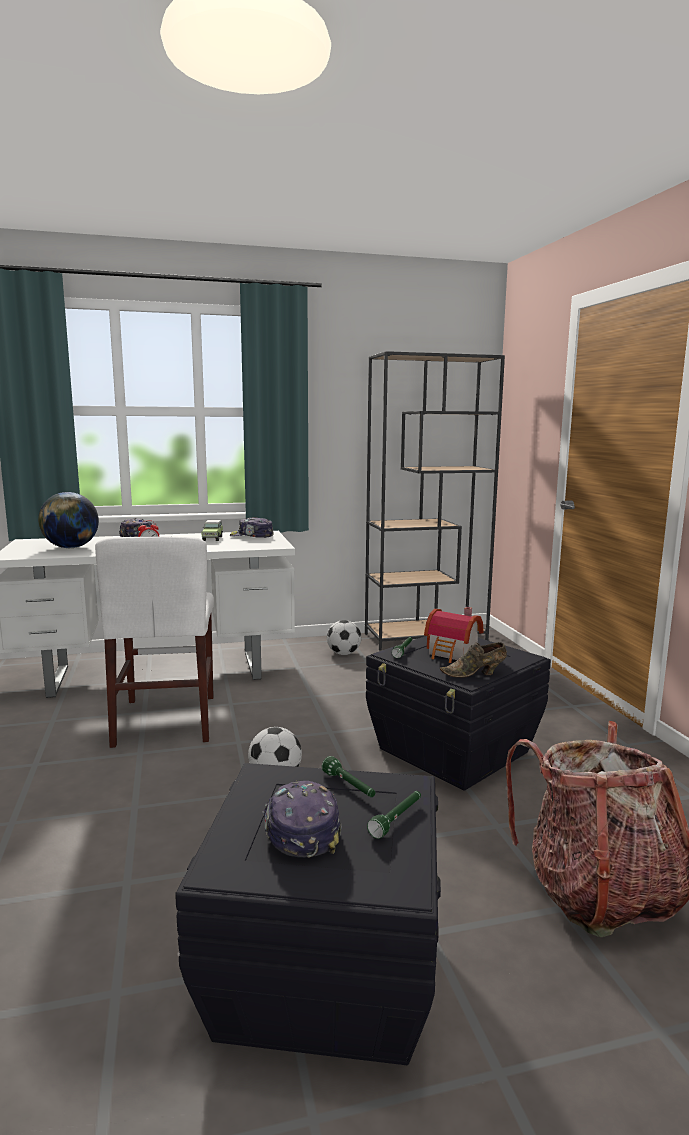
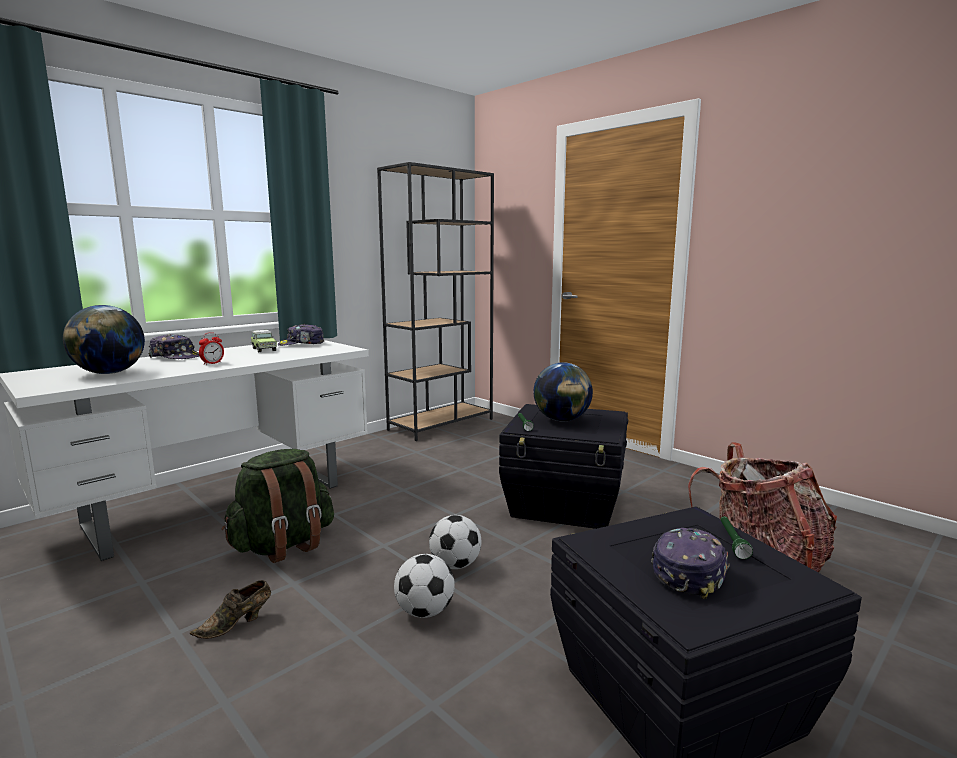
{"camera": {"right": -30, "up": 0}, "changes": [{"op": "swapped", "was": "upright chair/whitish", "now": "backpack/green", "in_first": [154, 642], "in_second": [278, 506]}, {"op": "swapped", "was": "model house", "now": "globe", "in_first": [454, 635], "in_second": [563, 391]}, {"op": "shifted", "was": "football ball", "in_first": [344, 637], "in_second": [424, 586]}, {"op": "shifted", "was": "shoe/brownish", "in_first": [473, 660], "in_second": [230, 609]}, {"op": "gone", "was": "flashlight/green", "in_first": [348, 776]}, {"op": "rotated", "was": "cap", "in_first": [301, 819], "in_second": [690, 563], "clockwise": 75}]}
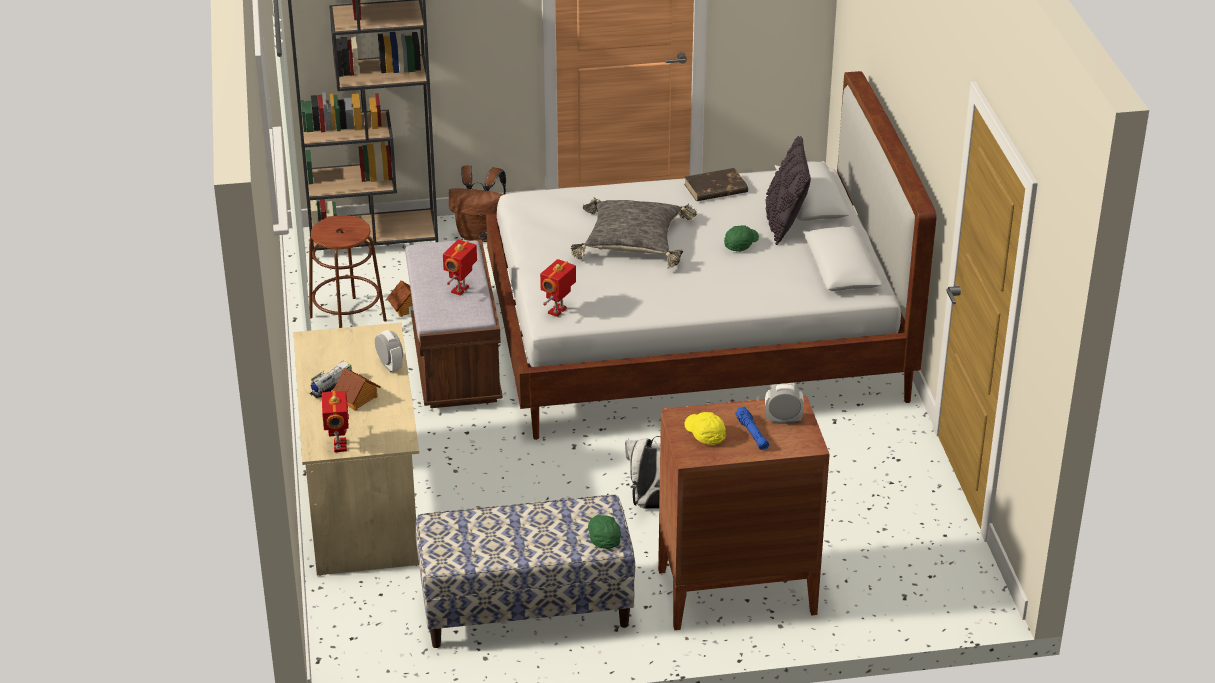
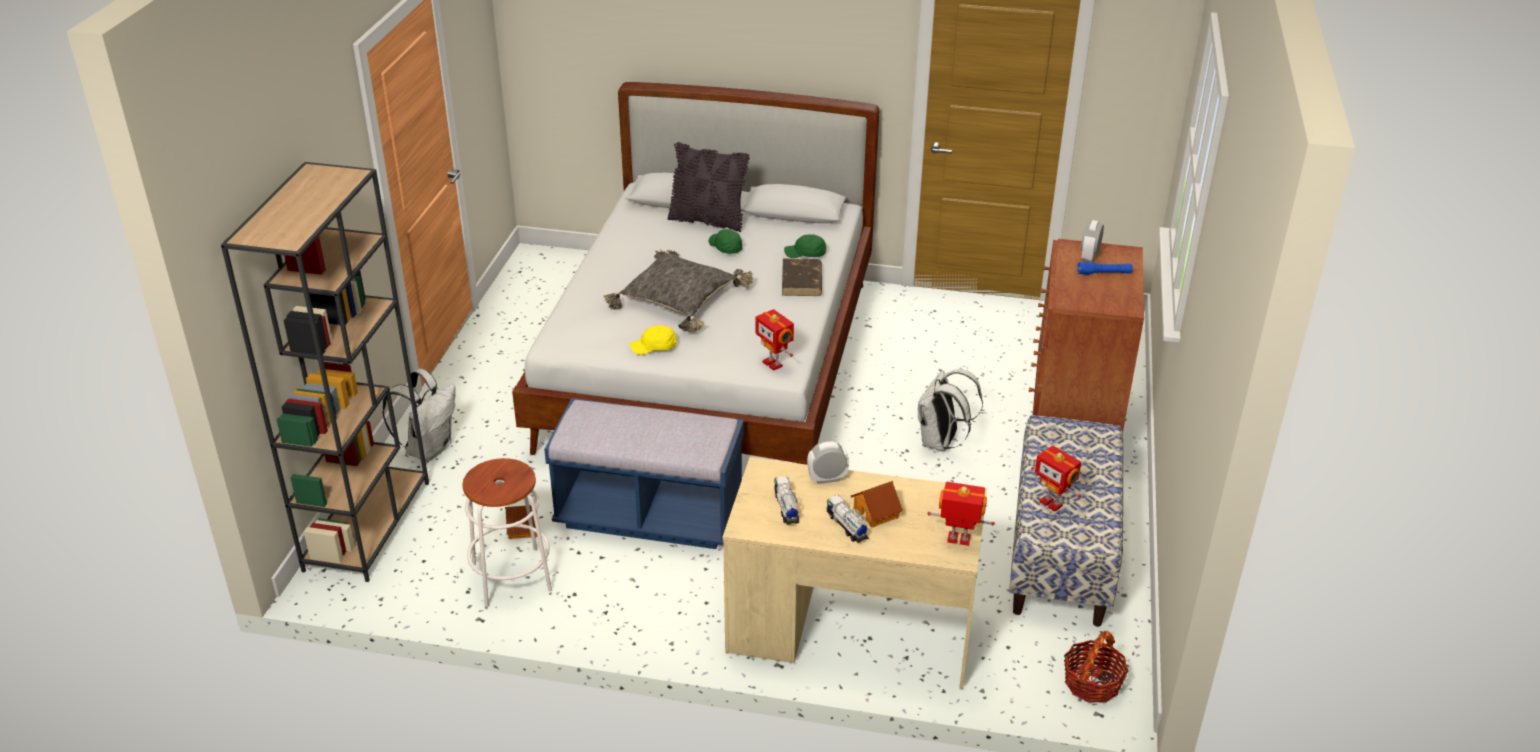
{"camera": {"right": -70, "up": 0}, "changes": [{"op": "repainted", "was": "backpack/brownish", "now": "backpack/whitish", "in_first": [477, 203], "in_second": [419, 415]}, {"op": "shifted", "was": "volume/brownish", "in_first": [716, 184], "in_second": [802, 277]}, {"op": "repainted", "was": "stool/brownish", "now": "stool/whitish", "in_first": [348, 271], "in_second": [507, 532]}, {"op": "repainted", "was": "bench/brownish", "now": "bench/blue-coloured", "in_first": [454, 323], "in_second": [644, 473]}, {"op": "shifted", "was": "robot figure", "in_first": [460, 267], "in_second": [1056, 479]}, {"op": "shifted", "was": "cap/yellow-coloured", "in_first": [705, 428], "in_second": [653, 340]}, {"op": "shifted", "was": "cap/green", "in_first": [604, 532], "in_second": [805, 246]}, {"op": "new", "now": "model truck", "in_second": [786, 500]}, {"op": "new", "now": "household basket", "in_second": [1096, 667]}]}
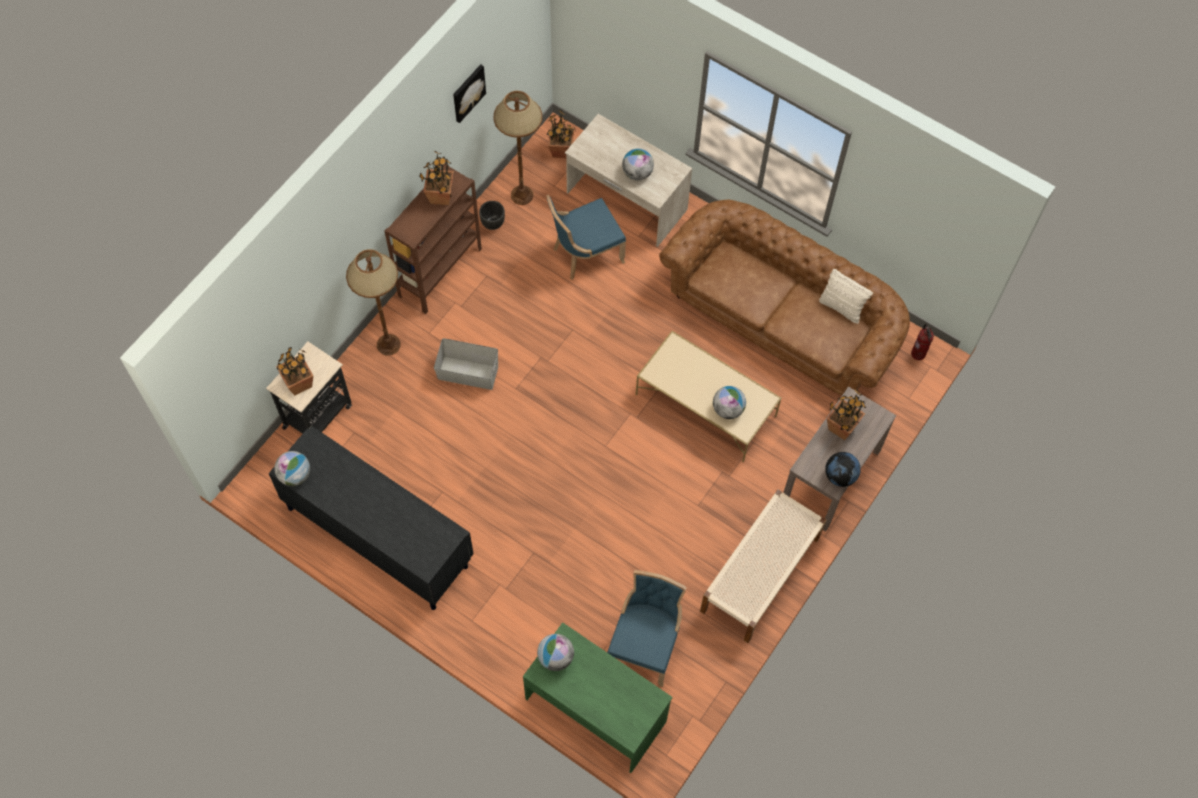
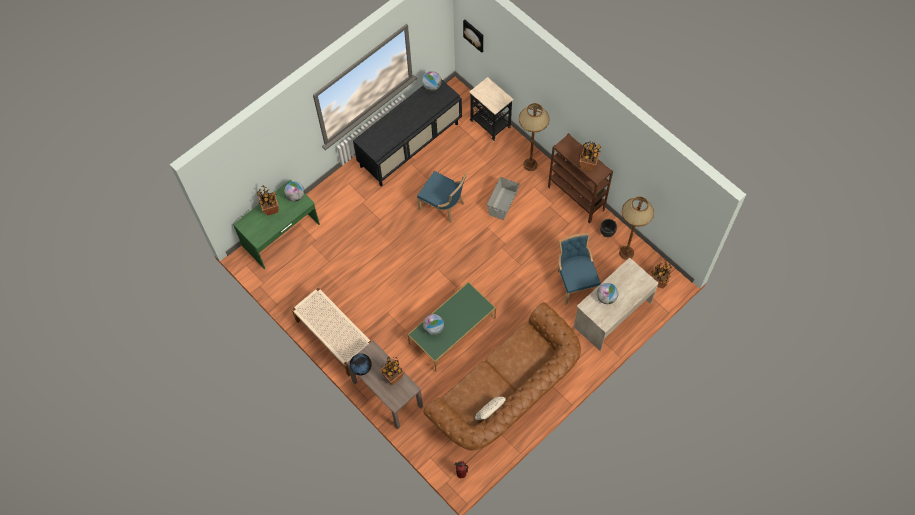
{"camera": {"right": 105, "up": 0}, "changes": [{"op": "shifted", "was": "wall art", "in_first": [469, 93], "in_second": [473, 36]}, {"op": "repainted", "was": "low table/sand-coloured", "now": "low table/green", "in_first": [709, 396], "in_second": [451, 326]}, {"op": "shifted", "was": "plant in a pot", "in_first": [294, 371], "in_second": [268, 201]}, {"op": "shifted", "was": "upright chair/blue-coloured", "in_first": [647, 628], "in_second": [442, 197]}]}
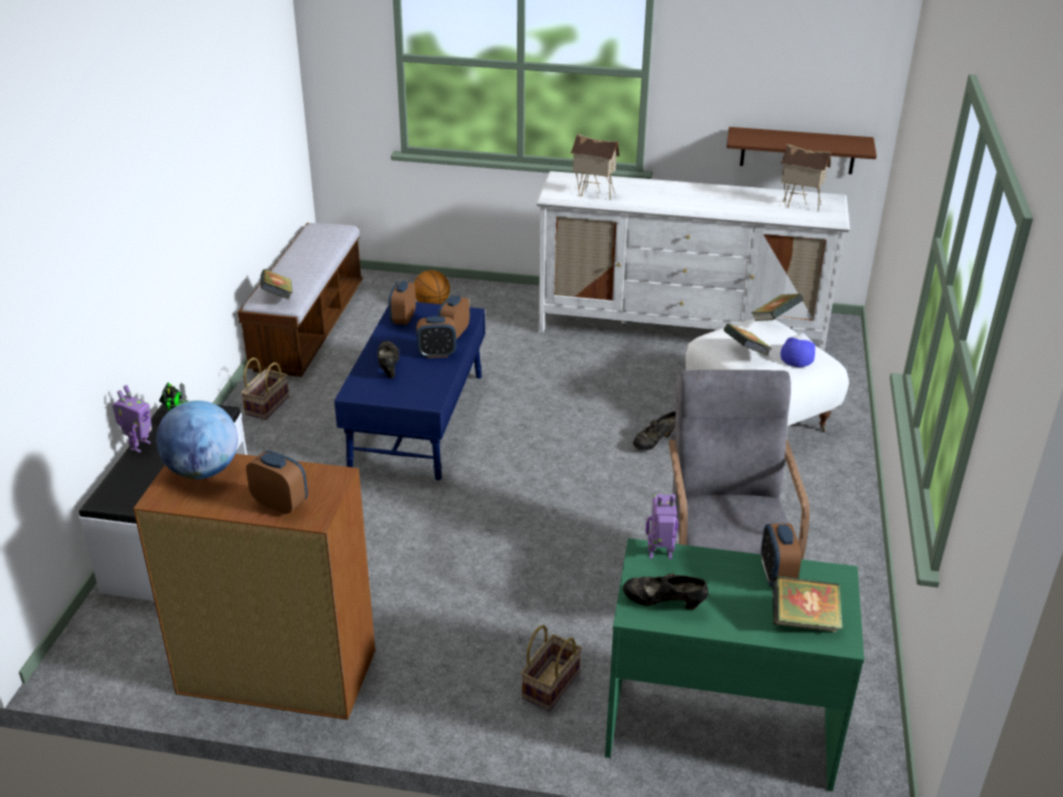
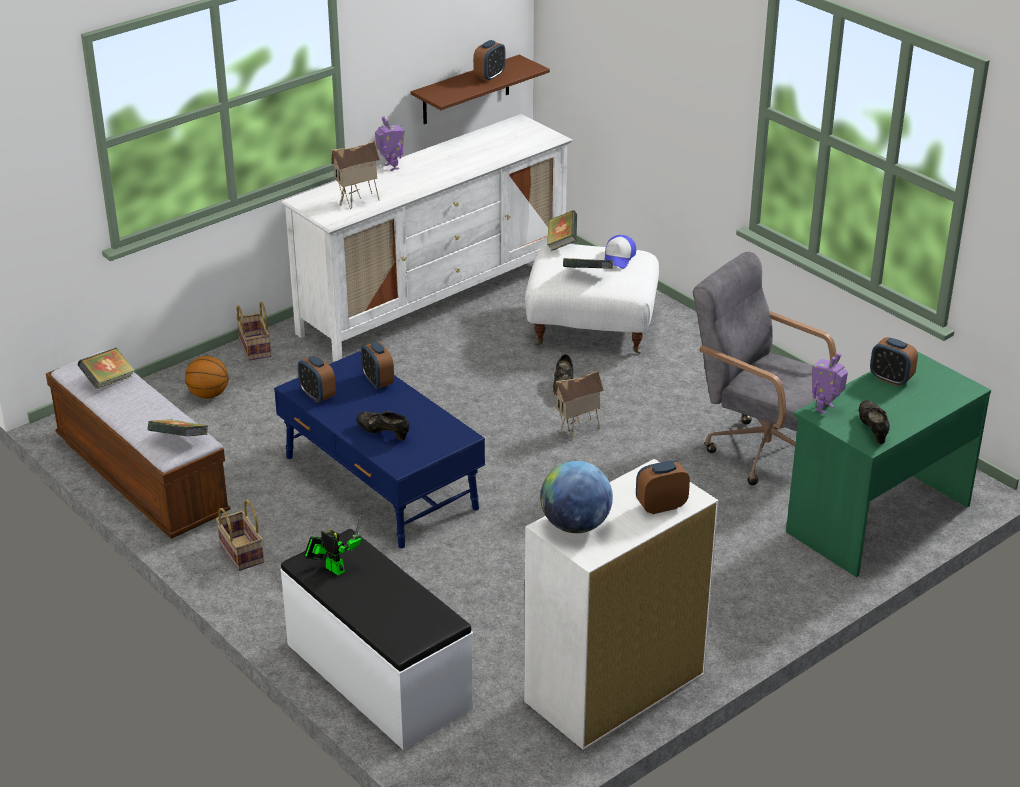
{"camera": {"right": -50, "up": 0}, "changes": [{"op": "shifted", "was": "model house", "in_first": [806, 178], "in_second": [579, 404]}, {"op": "shifted", "was": "alarm clock", "in_first": [436, 337], "in_second": [489, 61]}, {"op": "rotated", "was": "cap", "in_first": [798, 350], "in_second": [620, 252], "clockwise": -135}, {"op": "shifted", "was": "robot figure", "in_first": [132, 419], "in_second": [389, 143]}, {"op": "repainted", "was": "cabinet/brownish", "now": "cabinet/whitish", "in_first": [254, 587], "in_second": [621, 604]}, {"op": "rotated", "was": "shoe/black", "in_first": [666, 591], "in_second": [874, 422], "clockwise": 120}, {"op": "shifted", "was": "volume", "in_first": [807, 604], "in_second": [106, 368]}, {"op": "shifted", "was": "household basket", "in_first": [551, 668], "in_second": [253, 331]}]}
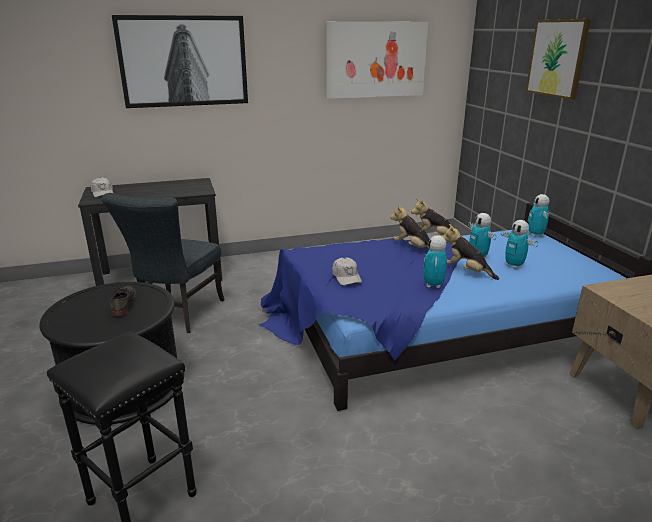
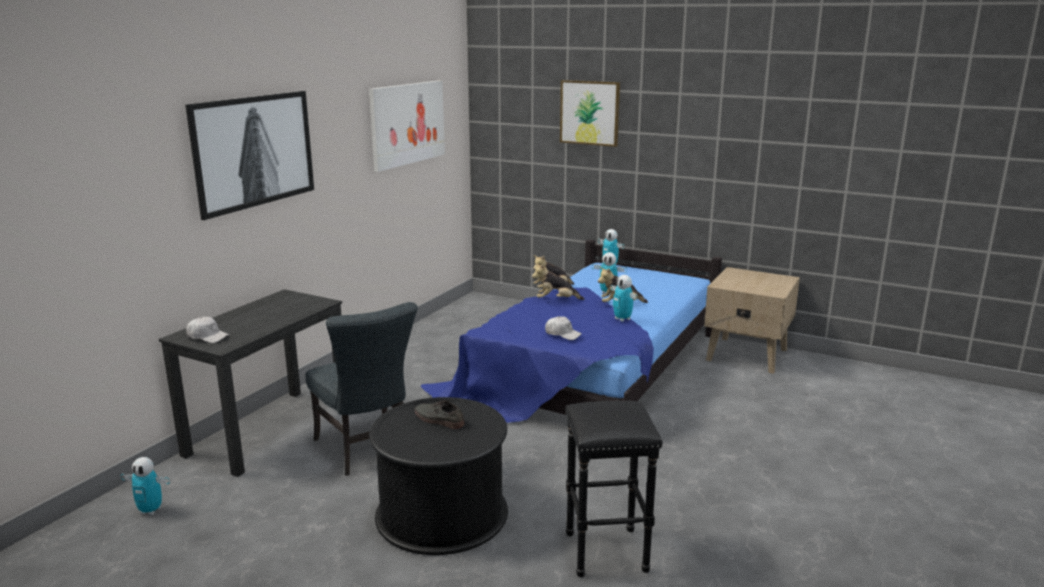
{"camera": {"right": -45, "up": -5}, "changes": [{"op": "shifted", "was": "robot figure", "in_first": [519, 244], "in_second": [145, 486]}]}
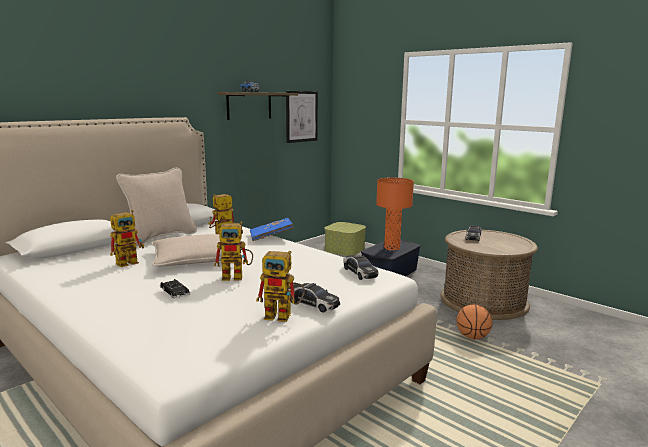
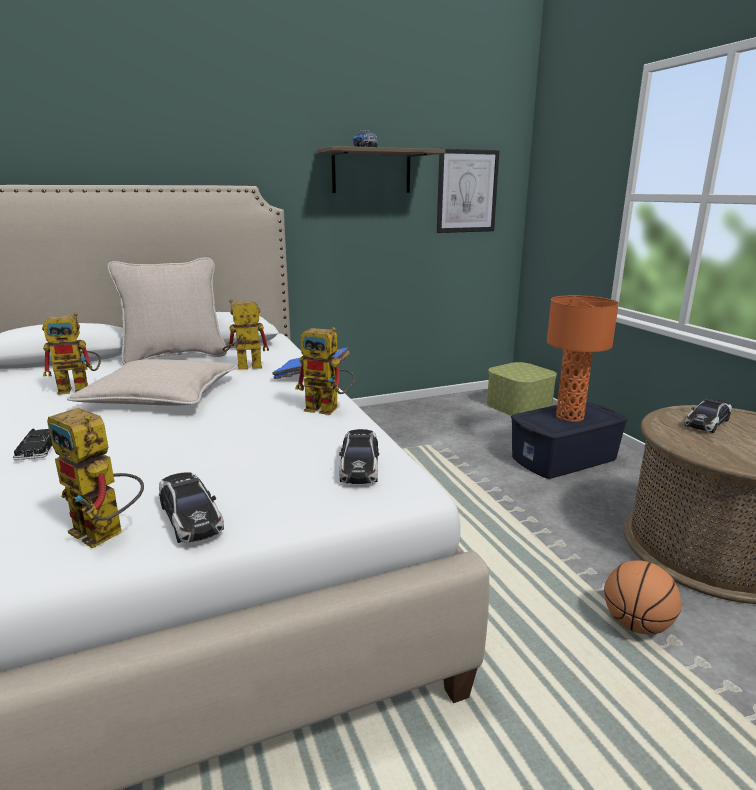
{"camera": {"right": 25, "up": 5}, "changes": [{"op": "shifted", "was": "robot figure", "in_first": [233, 251], "in_second": [325, 371]}]}
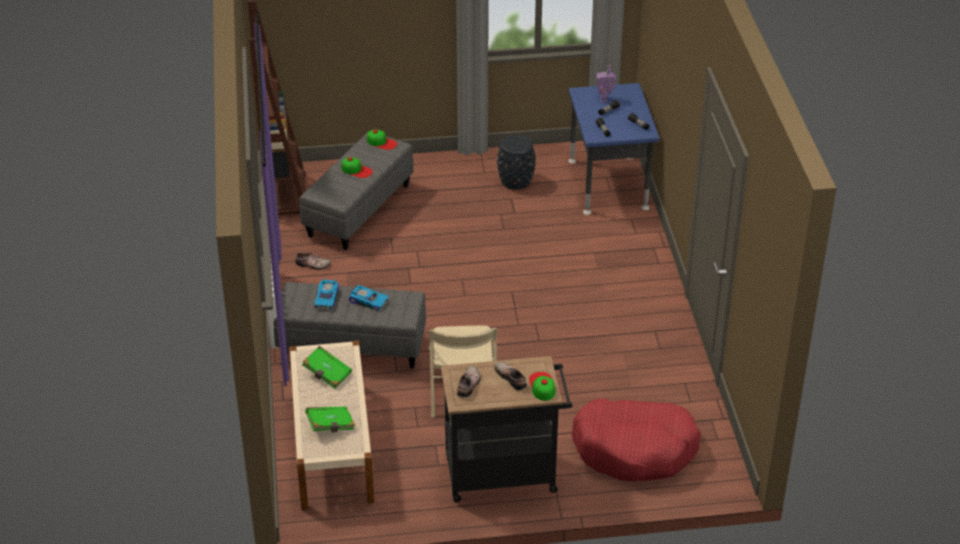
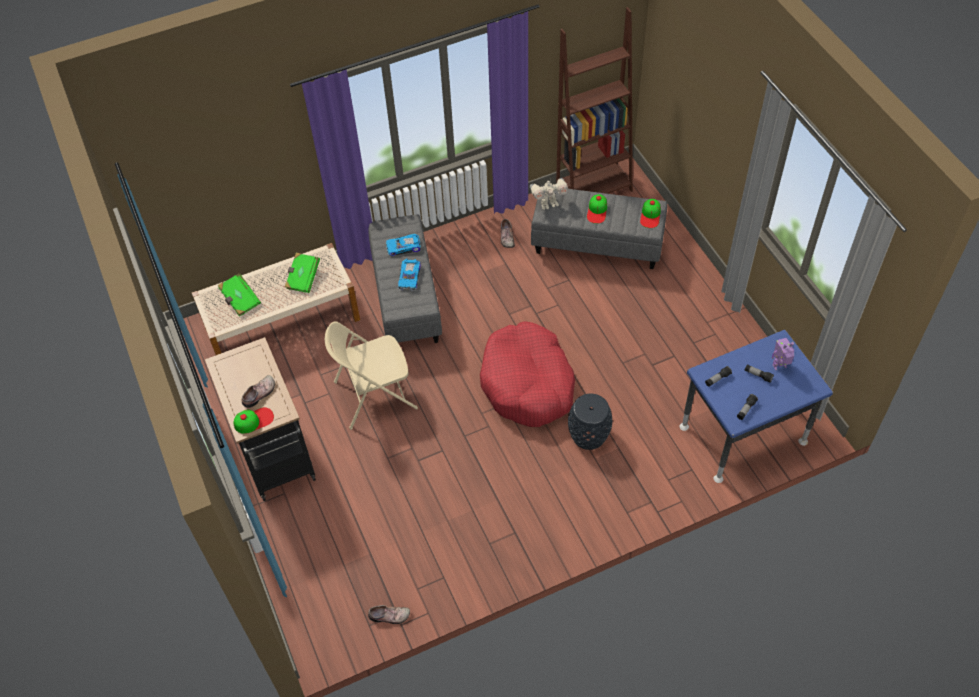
{"camera": {"right": 75, "up": 15}, "changes": [{"op": "shifted", "was": "stool/black", "in_first": [516, 162], "in_second": [590, 422]}, {"op": "shifted", "was": "shoe", "in_first": [468, 381], "in_second": [389, 614]}, {"op": "shifted", "was": "dog cushion/red", "in_first": [636, 439], "in_second": [527, 374]}, {"op": "new", "now": "robot figure", "in_second": [549, 194]}]}
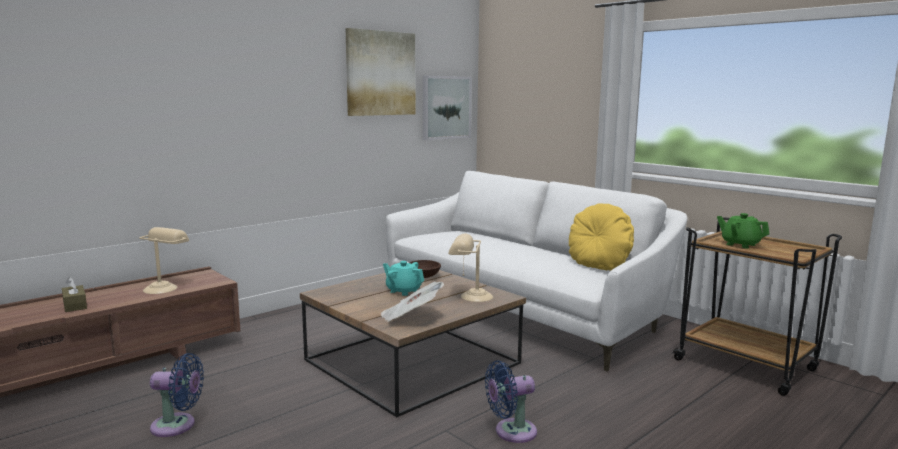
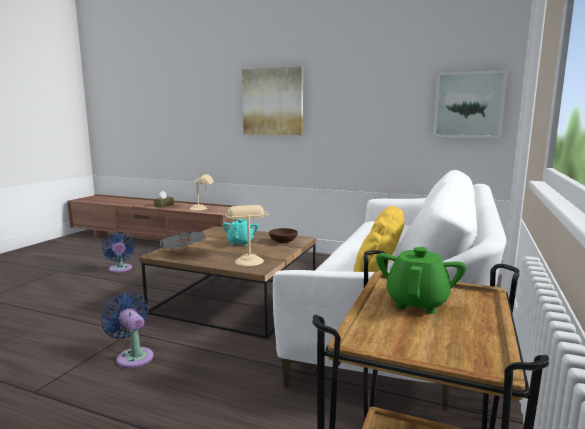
{"camera": {"right": 65, "up": 0}, "changes": [{"op": "shifted", "was": "wall art", "in_first": [380, 72], "in_second": [272, 100]}]}
